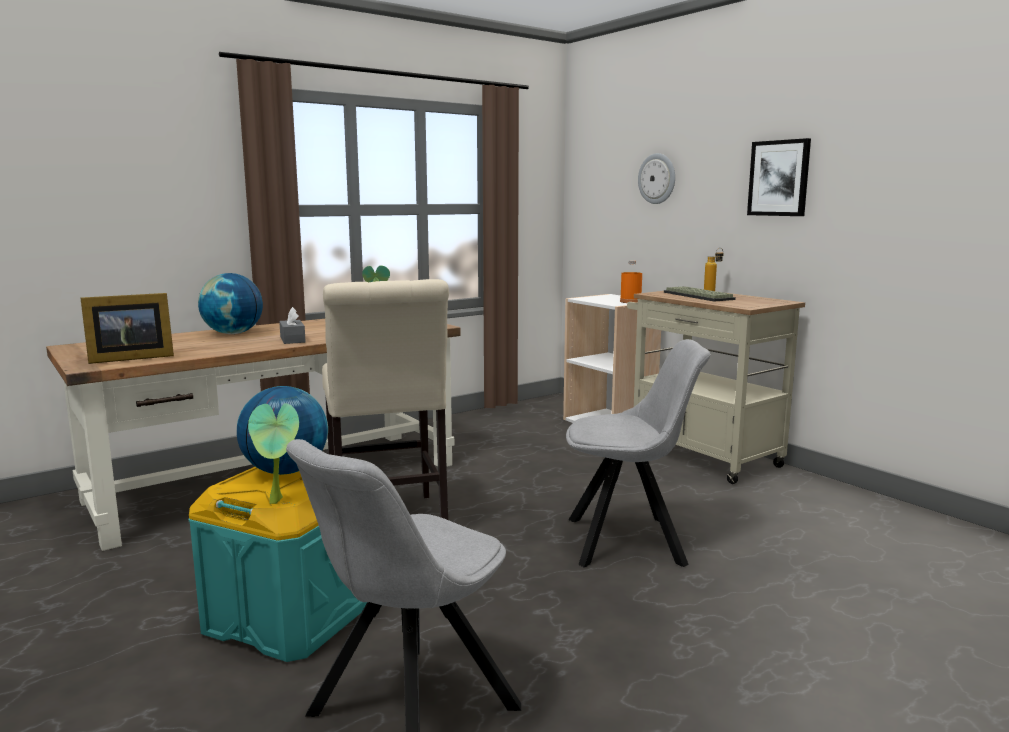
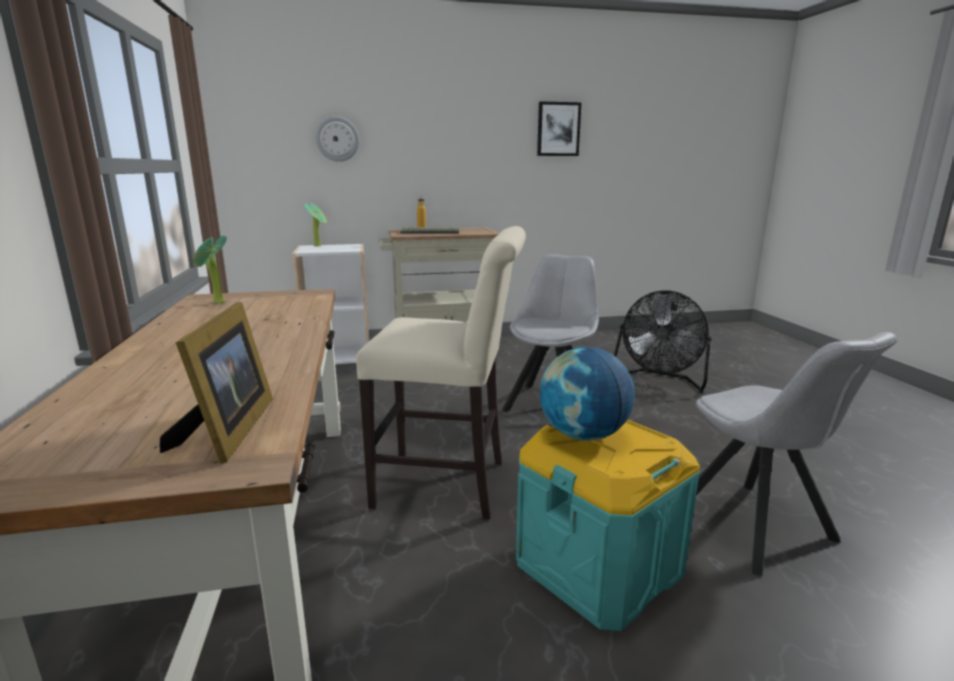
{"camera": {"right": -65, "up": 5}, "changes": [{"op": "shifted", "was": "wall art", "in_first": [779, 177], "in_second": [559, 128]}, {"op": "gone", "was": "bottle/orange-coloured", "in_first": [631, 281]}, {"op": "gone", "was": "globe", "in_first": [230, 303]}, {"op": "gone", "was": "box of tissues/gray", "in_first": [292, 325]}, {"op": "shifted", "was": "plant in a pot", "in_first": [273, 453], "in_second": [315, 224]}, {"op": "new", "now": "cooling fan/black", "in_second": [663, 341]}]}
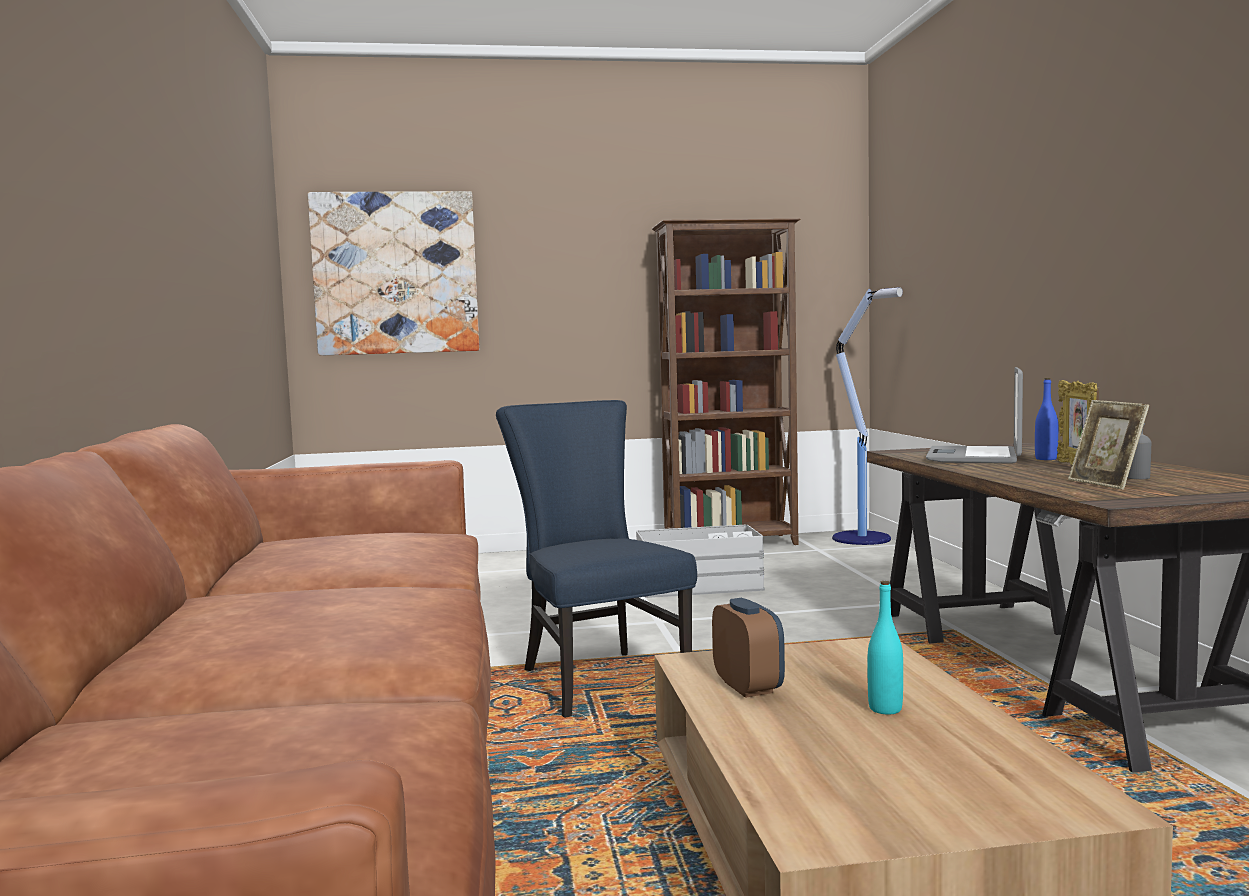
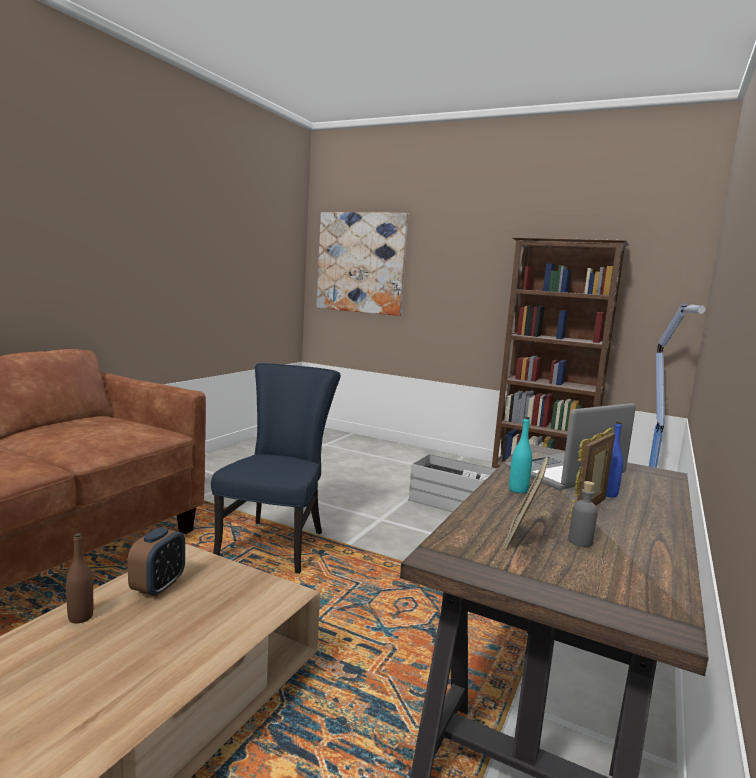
{"camera": {"right": 35, "up": 5}, "changes": [{"op": "shifted", "was": "bottle/blue-green", "in_first": [885, 647], "in_second": [520, 455]}, {"op": "new", "now": "bottle/brownish", "in_second": [79, 578]}]}
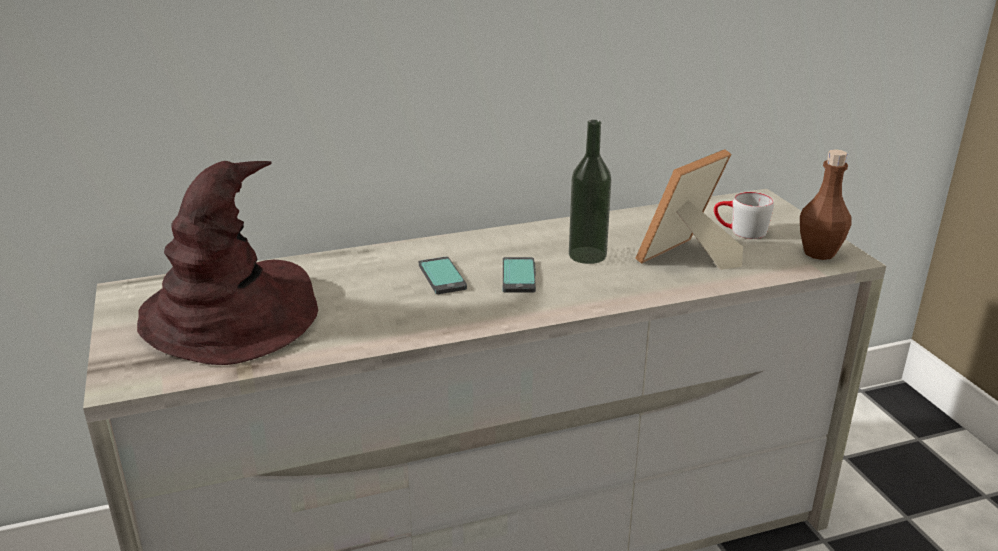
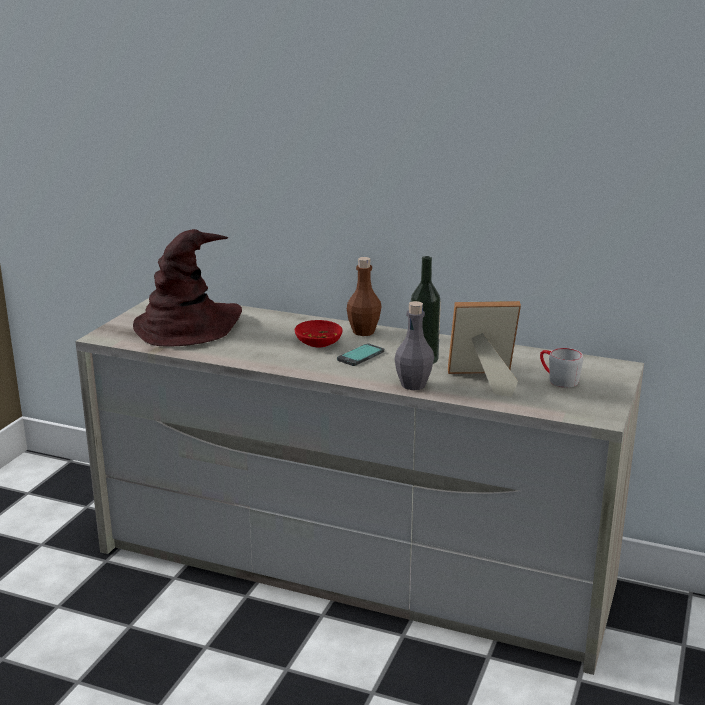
{"camera": {"right": 40, "up": -5}, "changes": [{"op": "shifted", "was": "bottle/brownish", "in_first": [826, 204], "in_second": [364, 296]}, {"op": "swapped", "was": "telephone", "now": "bowl/red", "in_first": [443, 275], "in_second": [319, 333]}, {"op": "new", "now": "bottle/gray", "in_second": [414, 345]}]}
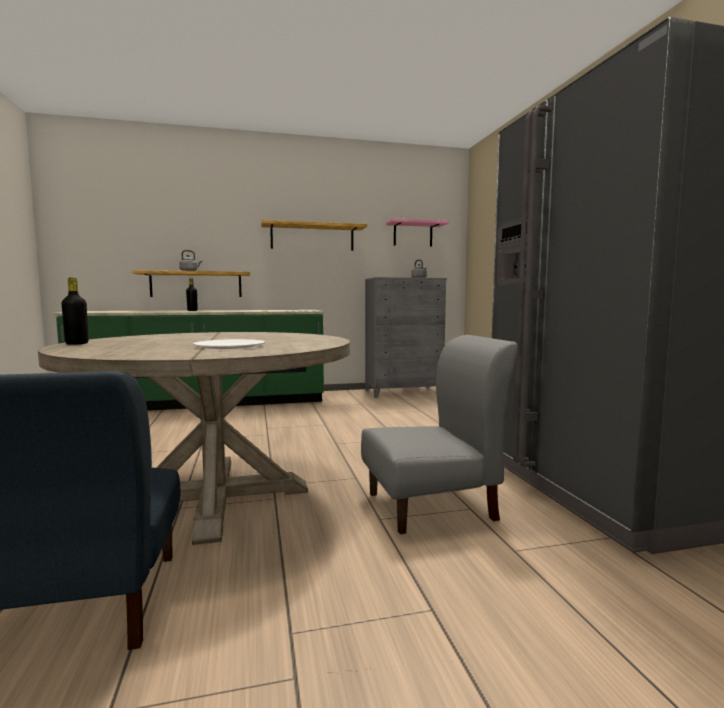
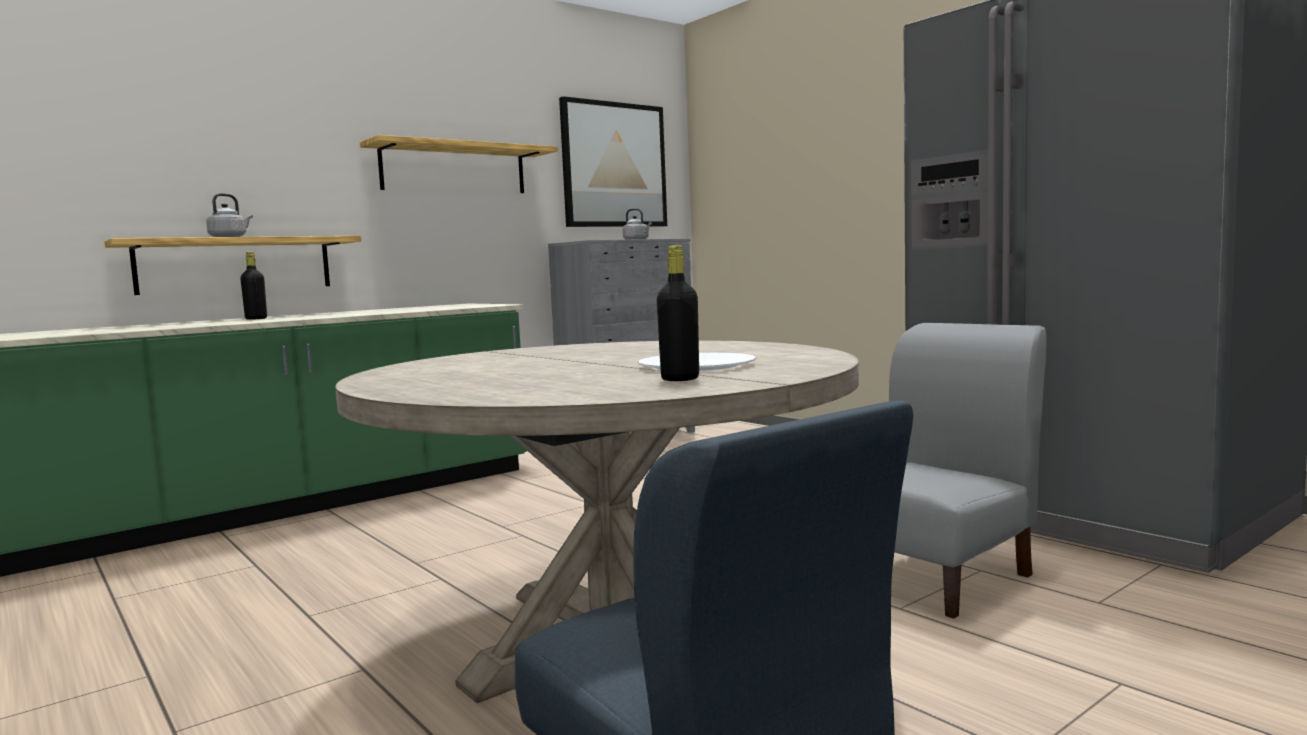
{"camera": {"right": -25, "up": 0}, "changes": [{"op": "swapped", "was": "bracket shelf/pinkish", "now": "wall art", "in_first": [417, 232], "in_second": [613, 161]}, {"op": "shifted", "was": "bottle/black", "in_first": [74, 311], "in_second": [678, 313]}]}
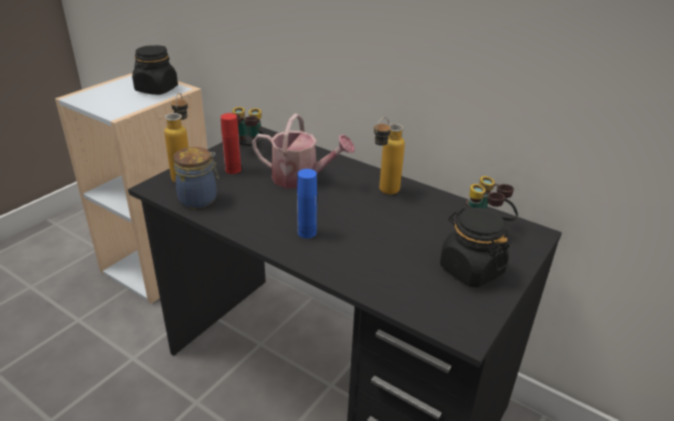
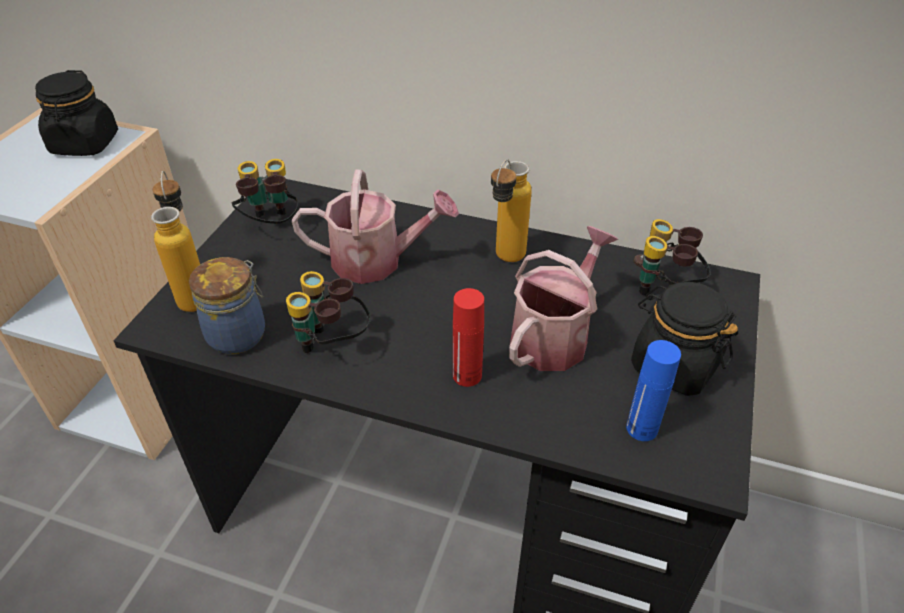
{"camera": {"right": -15, "up": 10}, "changes": [{"op": "shifted", "was": "bottle/red", "in_first": [231, 143], "in_second": [468, 337]}, {"op": "shifted", "was": "bottle/blue-coloured", "in_first": [307, 203], "in_second": [653, 390]}, {"op": "new", "now": "watering can", "in_second": [564, 298]}, {"op": "new", "now": "binoculars", "in_second": [328, 312]}]}
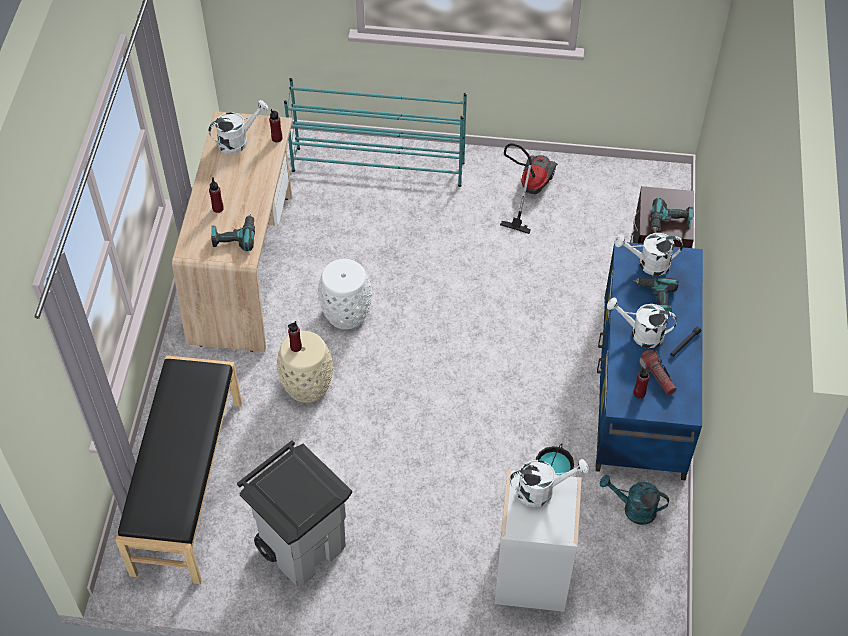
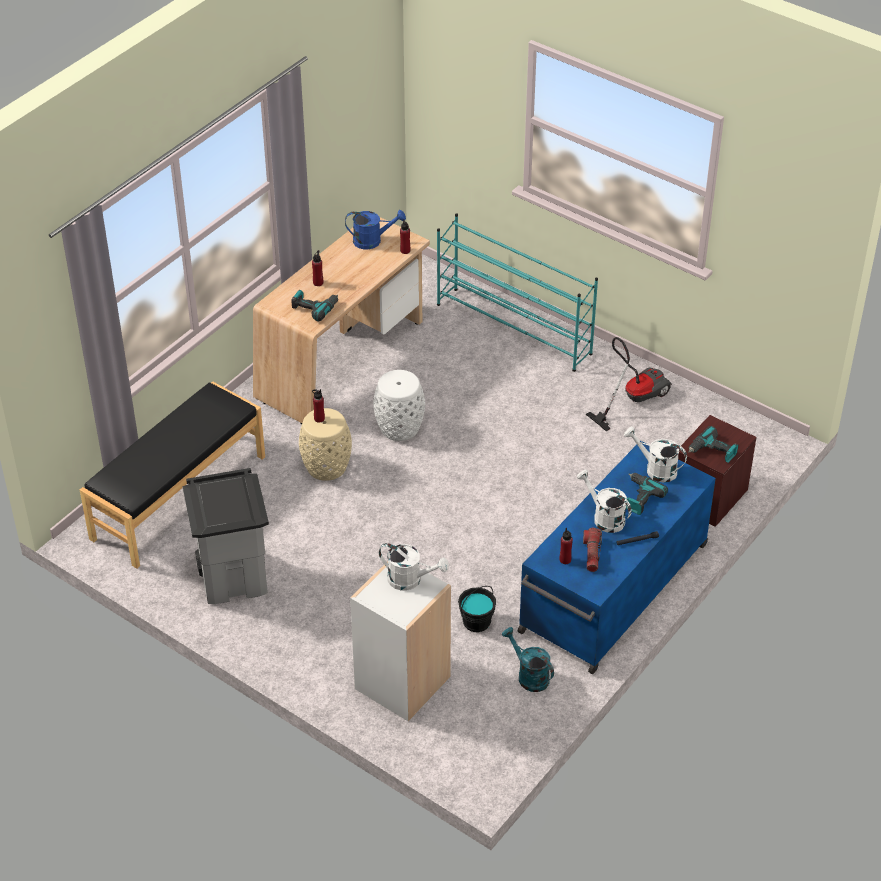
{"camera": {"right": 30, "up": -10}, "changes": [{"op": "repainted", "was": "watering can/whitish", "now": "watering can/blue-coloured", "in_first": [239, 127], "in_second": [375, 229]}]}
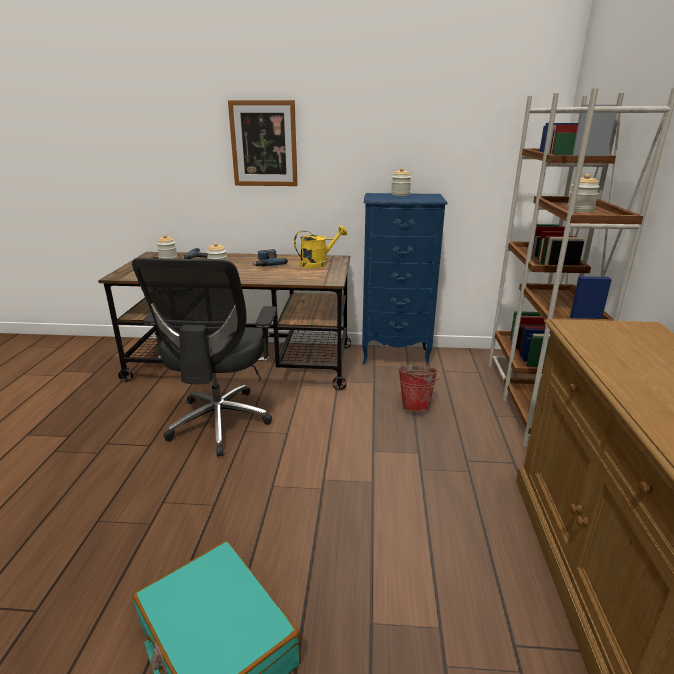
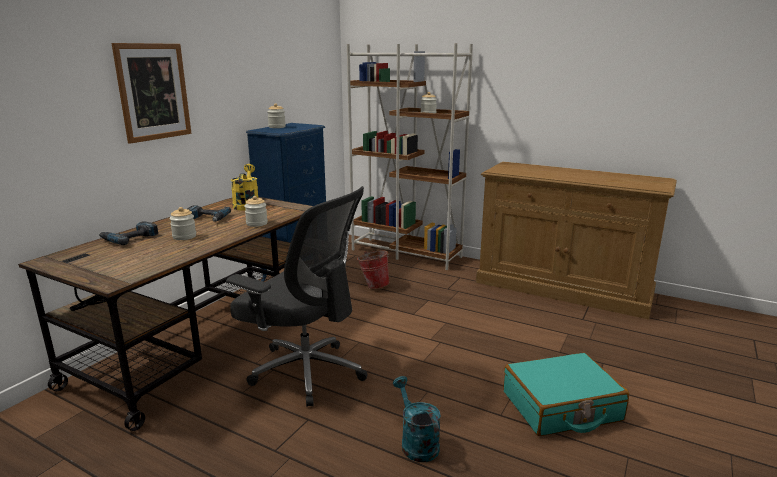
{"camera": {"right": -65, "up": -5}, "changes": [{"op": "shifted", "was": "preserve jar", "in_first": [166, 247], "in_second": [256, 211]}, {"op": "new", "now": "watering can/blue-green", "in_second": [417, 419]}]}
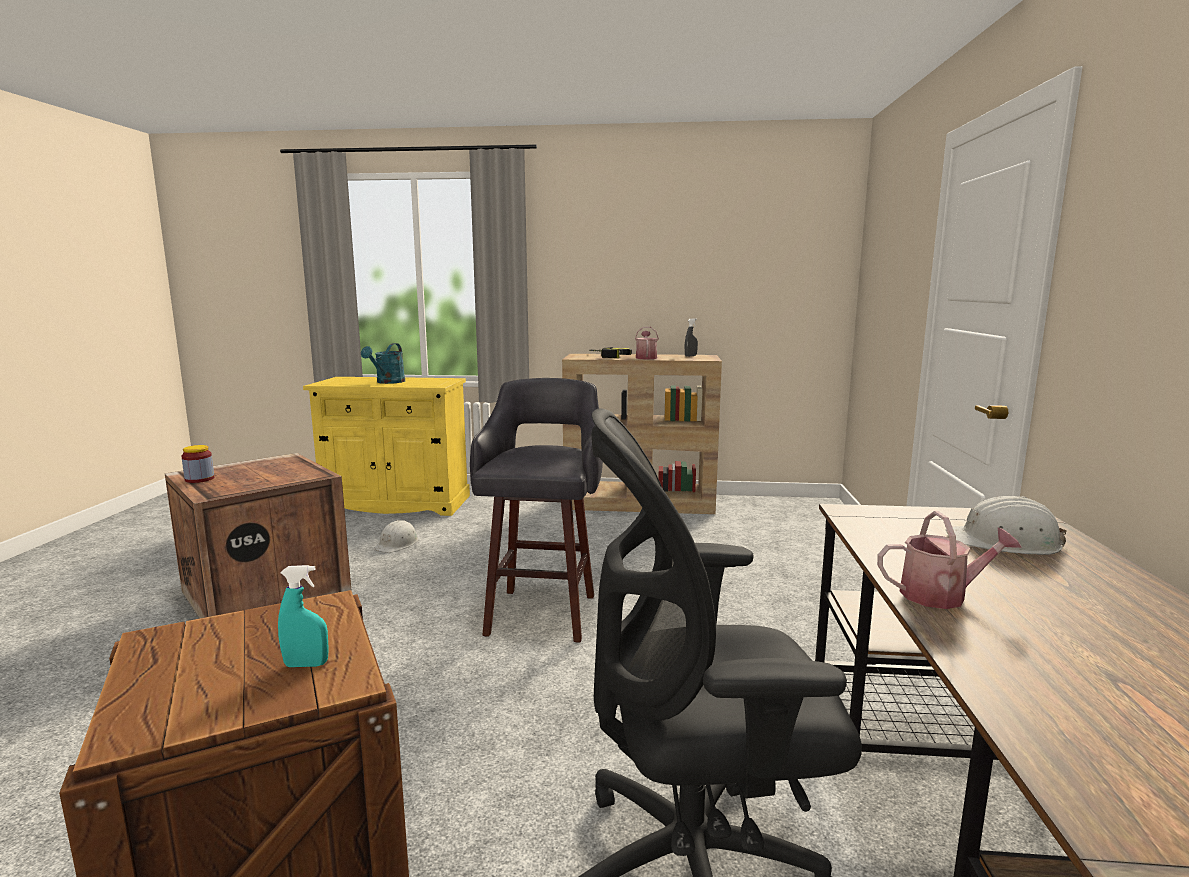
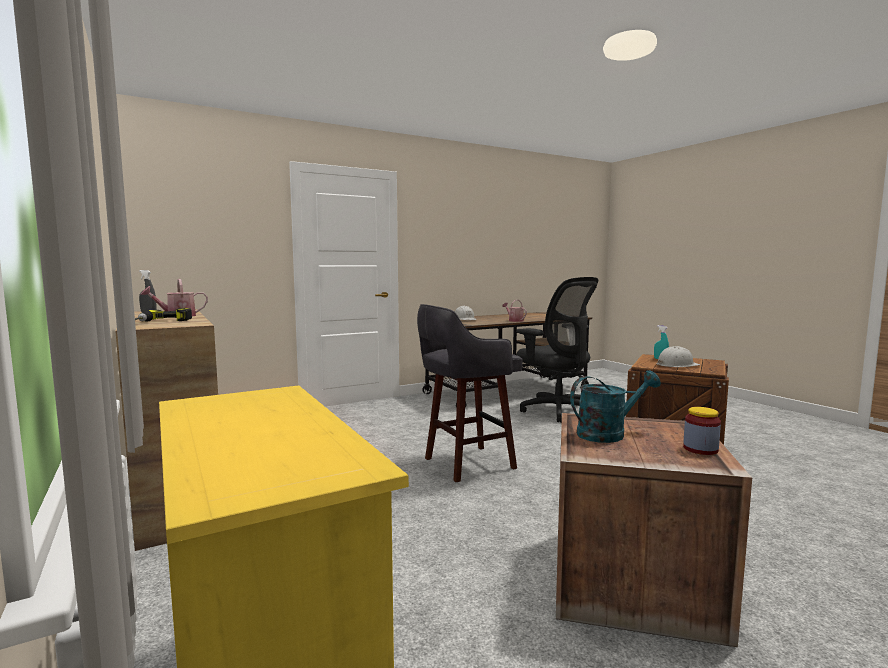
{"camera": {"right": -125, "up": -5}, "changes": [{"op": "shifted", "was": "watering can/blue-green", "in_first": [383, 363], "in_second": [615, 406]}, {"op": "shifted", "was": "work helmet/whitish", "in_first": [396, 536], "in_second": [678, 356]}]}
